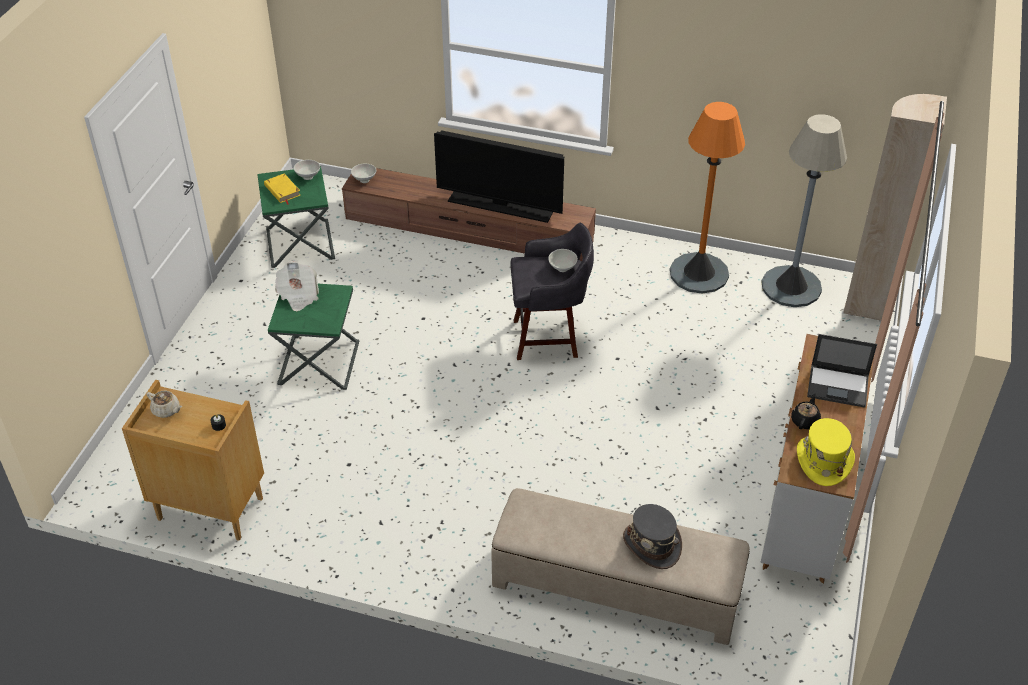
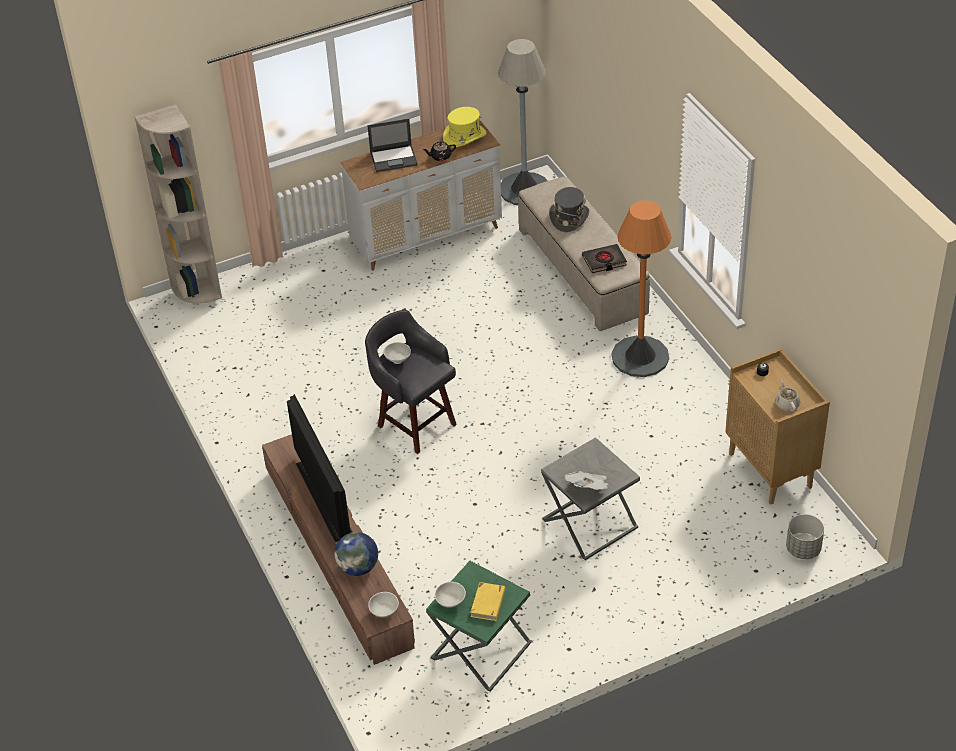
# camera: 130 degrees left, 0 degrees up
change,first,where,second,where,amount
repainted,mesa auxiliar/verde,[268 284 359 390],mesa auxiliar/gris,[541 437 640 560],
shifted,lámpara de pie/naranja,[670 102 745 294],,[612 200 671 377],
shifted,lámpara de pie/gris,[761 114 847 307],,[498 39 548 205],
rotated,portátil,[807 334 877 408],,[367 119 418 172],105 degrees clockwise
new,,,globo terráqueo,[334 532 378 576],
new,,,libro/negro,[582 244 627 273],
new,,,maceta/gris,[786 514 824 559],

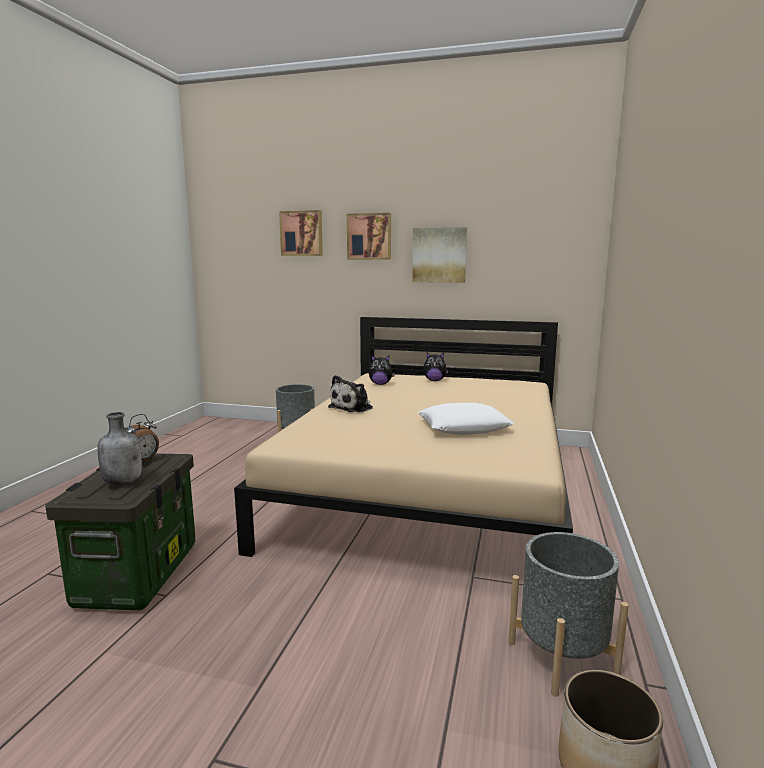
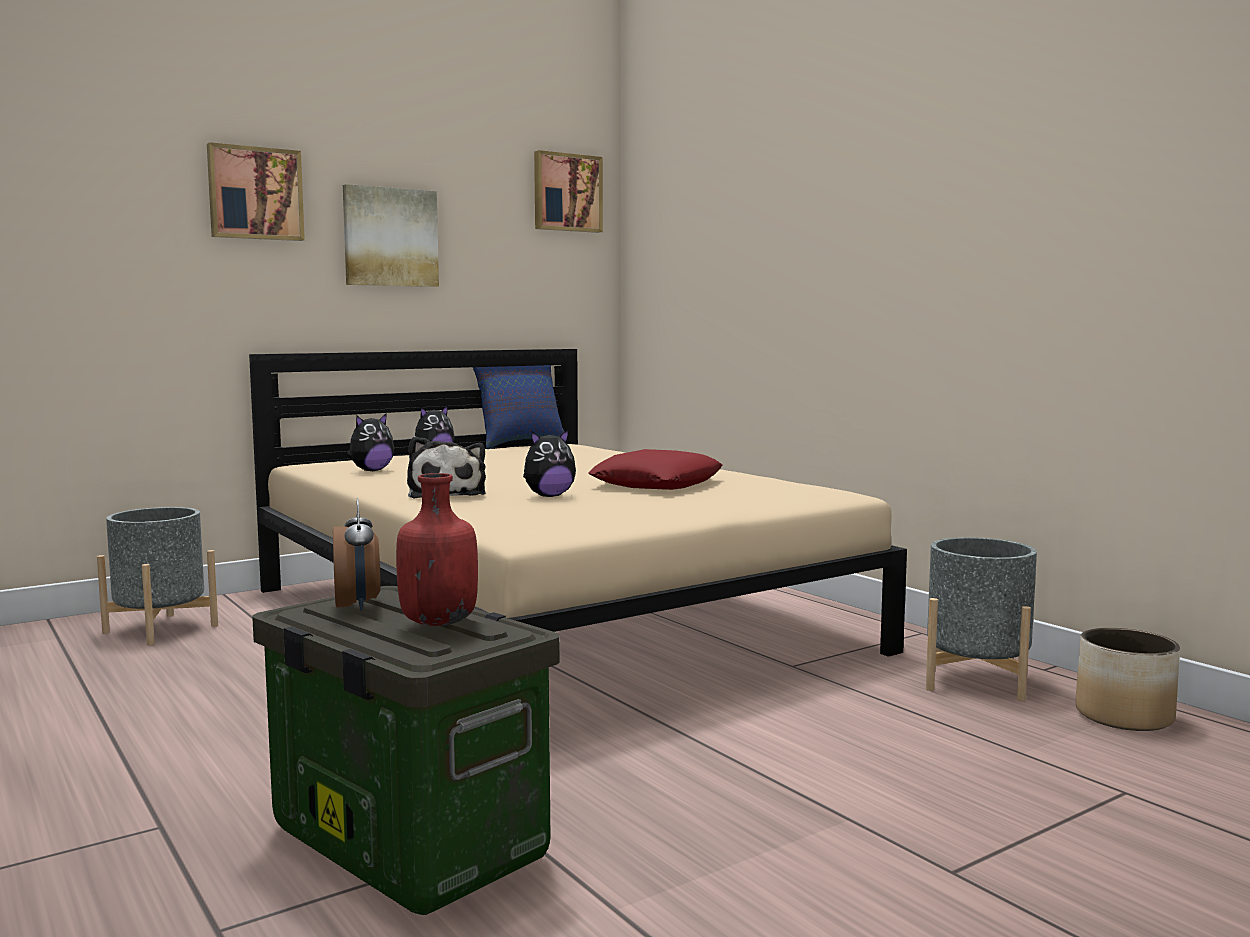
# camera: 50 degrees left, 5 degrees down
change,first,where,second,where,amount
repainted,botella/gris,[97 412 142 485],botella/rojo,[396 473 478 626],
shifted,cuadro,[279 210 323 256],,[534 150 603 233],
repainted,cojín/blanco,[418 403 514 435],cojín/rojo,[588 449 723 490],
new,,,cojín/azul,[473 365 568 449],
new,,,peluche,[523 430 576 497],

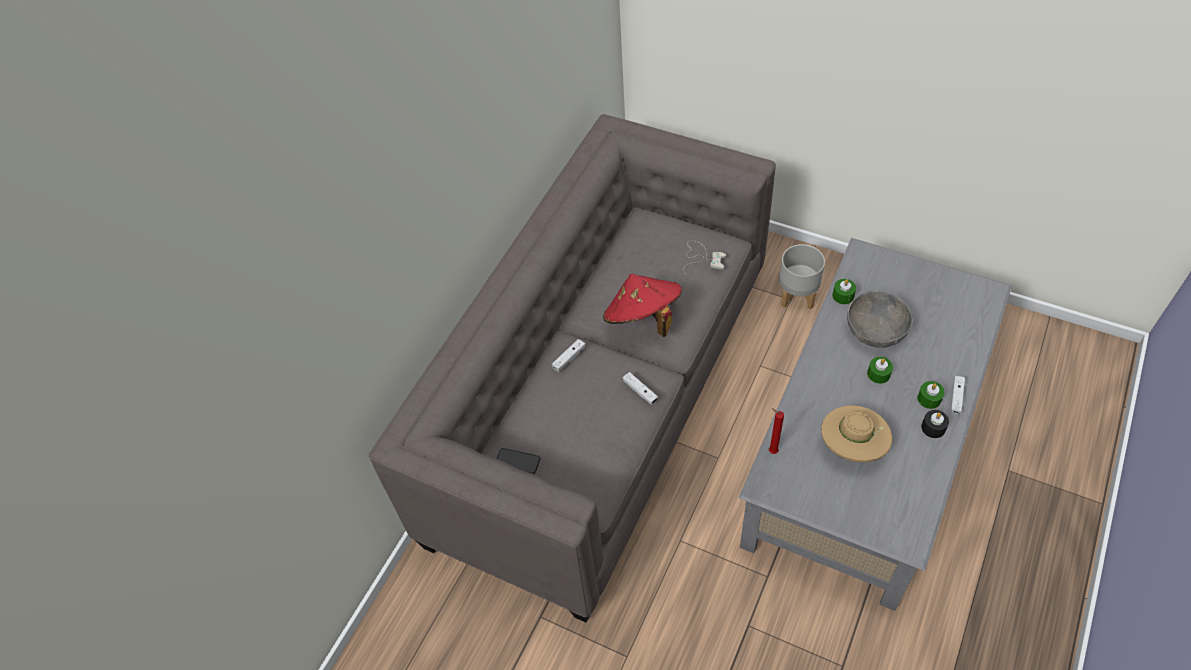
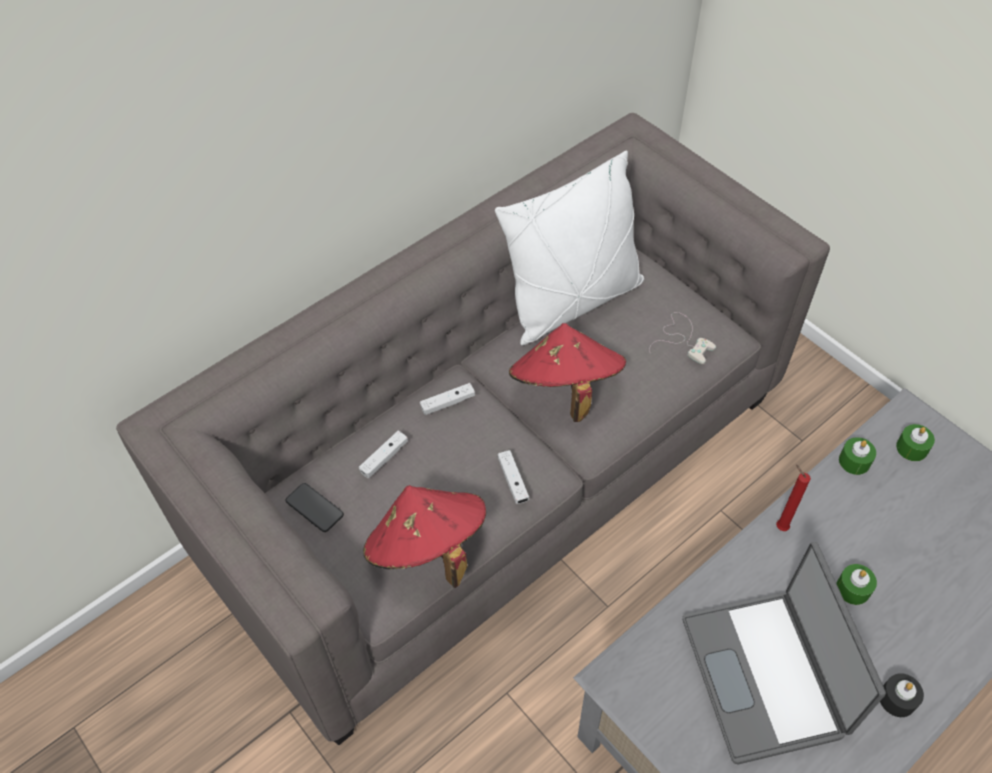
# camera: 20 degrees right, 0 degrees up
change,first,where,second,where,amount
shifted,vela/rojo,[769 408 784 454],,[776 465 811 531],
gone,maceta/gris,[779 244 825 309],,,
swapped,sombrero/beis,[821 405 892 462],portátil,[682 542 886 764],
gone,cuenco/gris,[847 291 913 348],,,
shifted,vela/verde,[917 381 945 409],,[896 424 935 461],
shifted,mando de consola/blanco,[950 376 965 415],,[359 431 408 478],
new,,,sombrero/rojo,[363 485 486 588],
new,,,cojín/blanco,[495 151 644 345],

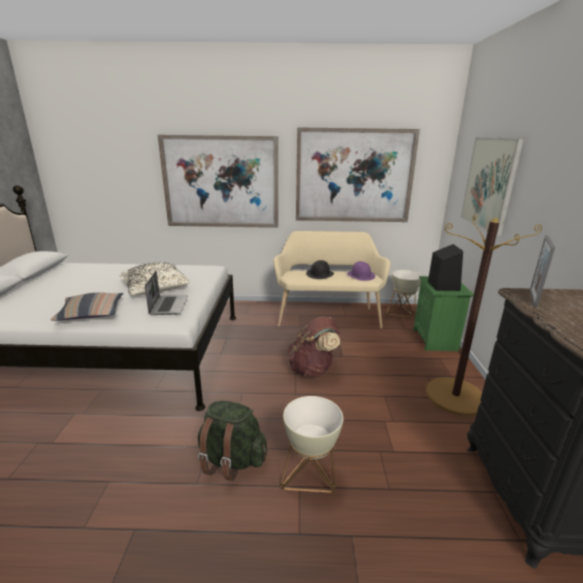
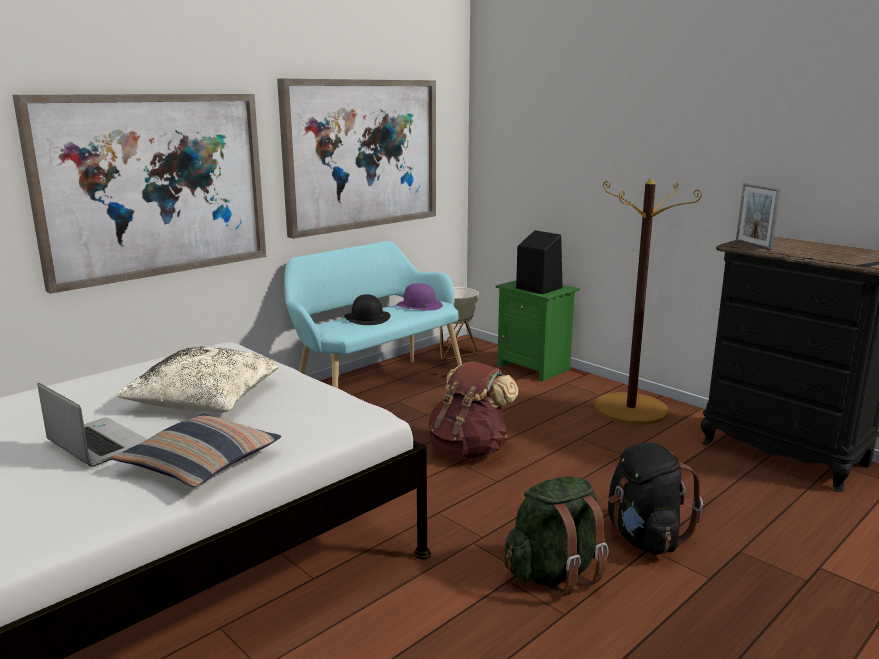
# camera: 45 degrees left, 5 degrees down
change,first,where,second,where,amount
shifted,portátil,[145 271 188 315],,[37 383 147 467],
repainted,banco/beis,[273 231 390 329],banco/turquesa,[284 241 462 388],
swapped,maceta,[281 396 343 493],mochila/negro,[608 443 703 555],
gone,cuadro,[461 137 524 236],,,

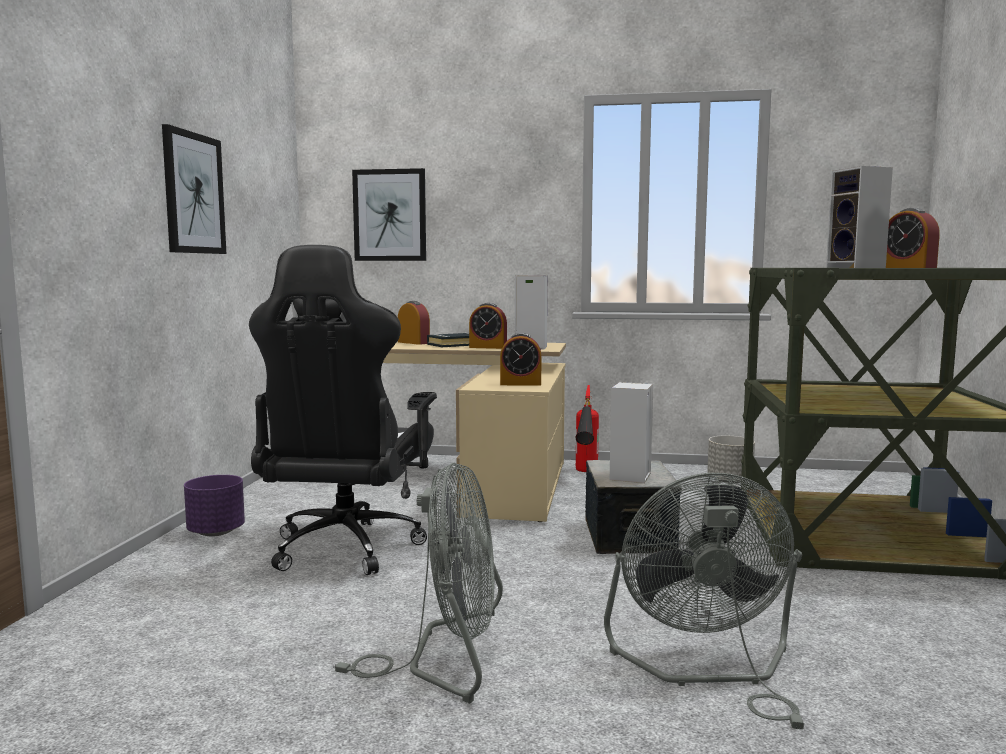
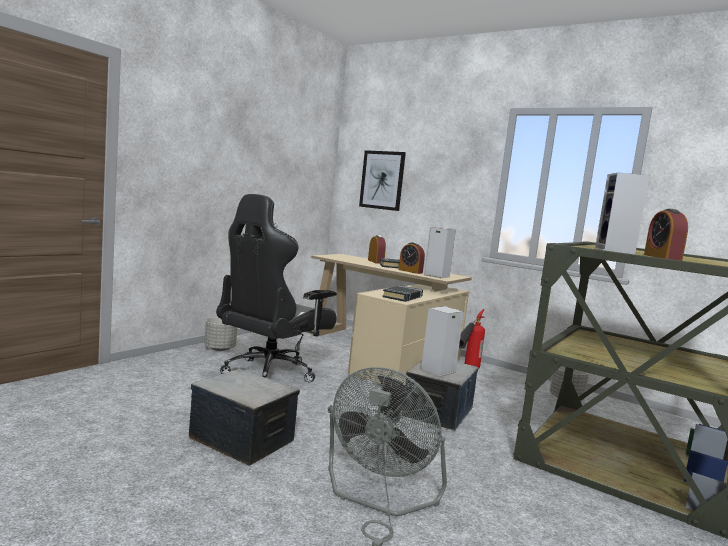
# camera: 25 degrees right, 0 degrees up
change,first,where,second,where,amount
gone,cuadro,[162 124 226 254],,,
repainted,maceta/morado,[184 475 245 536],maceta/gris,[204 317 237 351],
swapped,ventilador/gris,[333 463 503 704],caja de almacenaje,[189 369 300 466],
swapped,despertador,[500 333 541 386],libro/negro,[382 285 423 302],

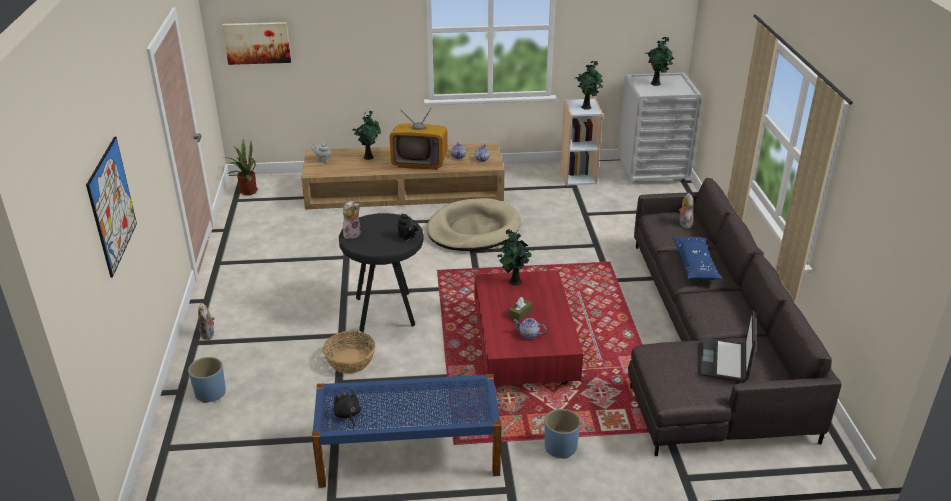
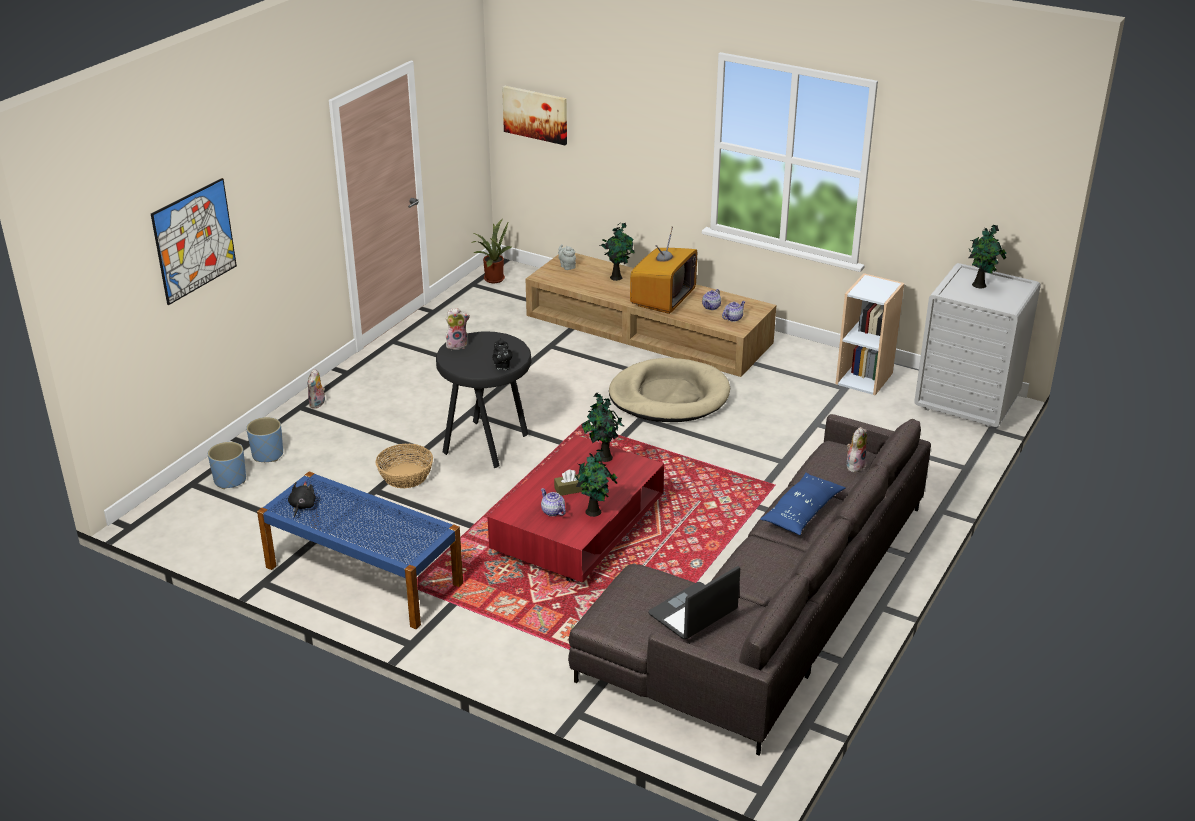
# camera: 35 degrees right, 0 degrees up
change,first,where,second,where,amount
rotated,televisor,[389 108 448 170],,[630 226 697 314],105 degrees counterclockwise
shifted,maceta/azul,[544 409 581 459],,[208 442 246 489],
shifted,planta en maceta,[576 61 603 110],,[575 450 617 517],

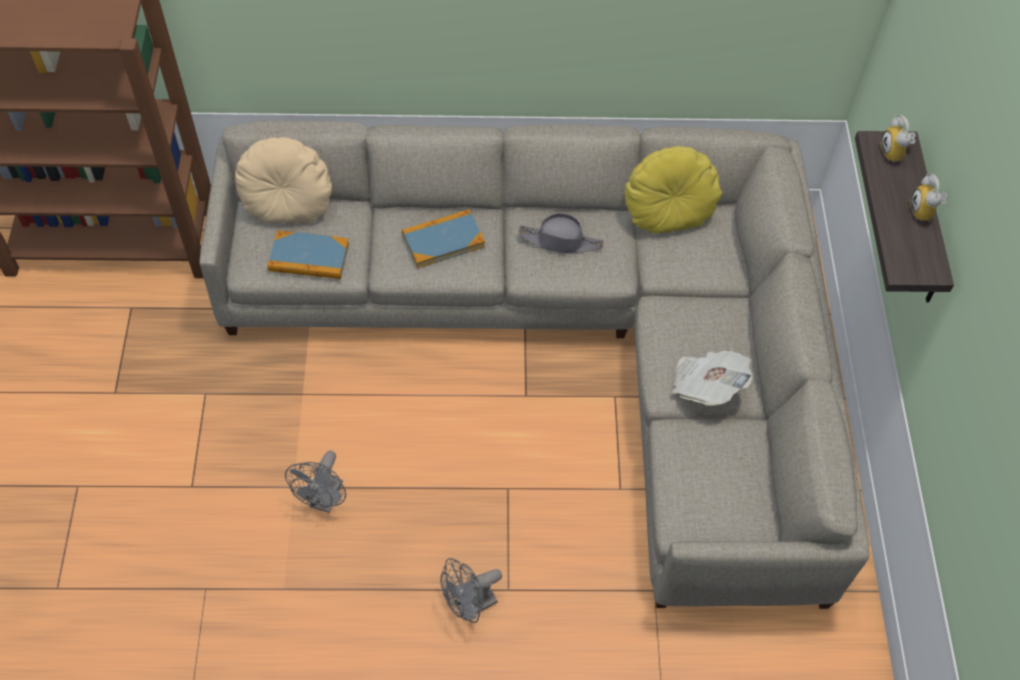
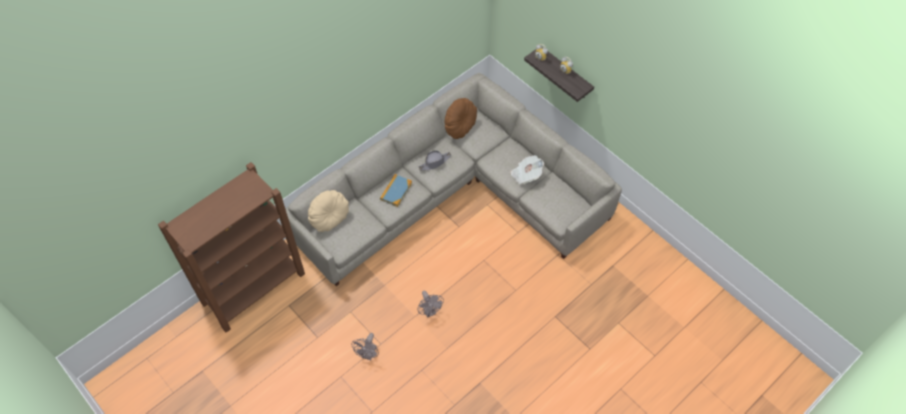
# camera: 40 degrees left, 0 degrees up
change,first,where,second,where,amount
gone,libro,[267 230 349 279],,,
shifted,ventilador/gris,[440 558 502 623],,[351 333 379 360],
repainted,cojín/amarillo,[625 146 722 234],cojín/marrón,[444 98 477 139],

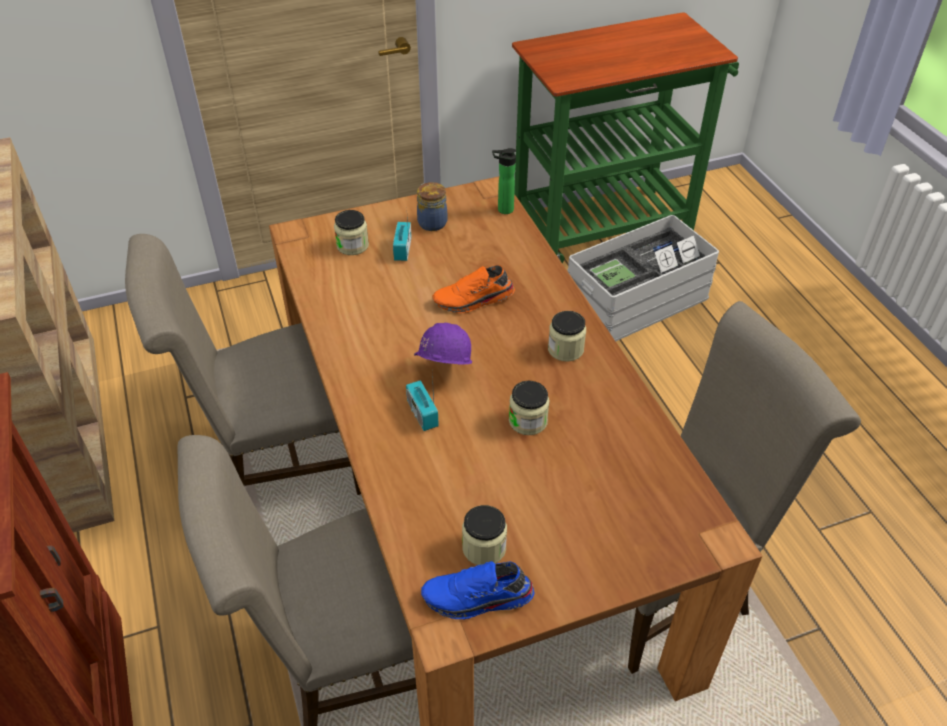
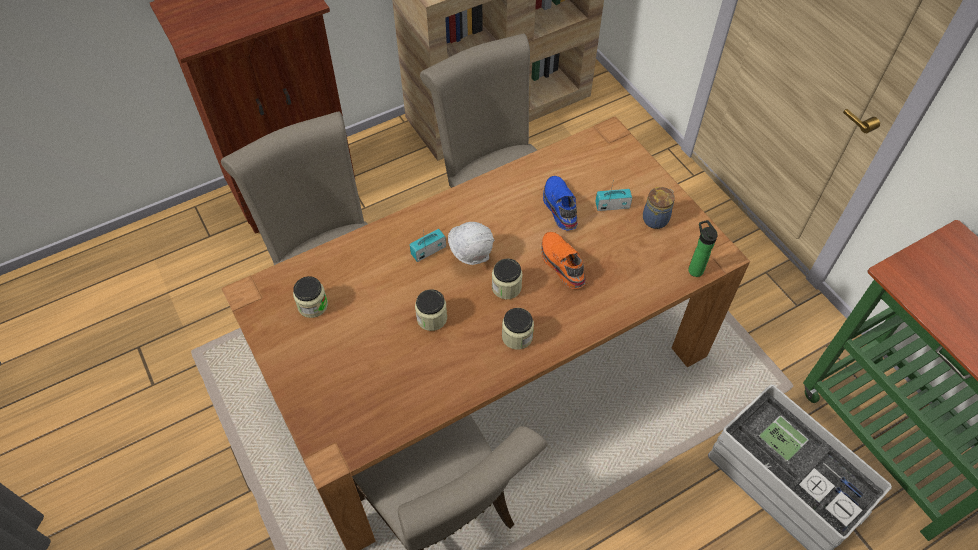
# camera: 80 degrees right, 10 degrees up
change,first,where,second,where,amount
shifted,tarro,[334 210 369 255],,[492 259 522 299],
repainted,casco/morado,[414 323 472 365],casco/blanco,[448 222 494 265],
shifted,zapato/azul,[421 561 535 619],,[543 176 578 231],

